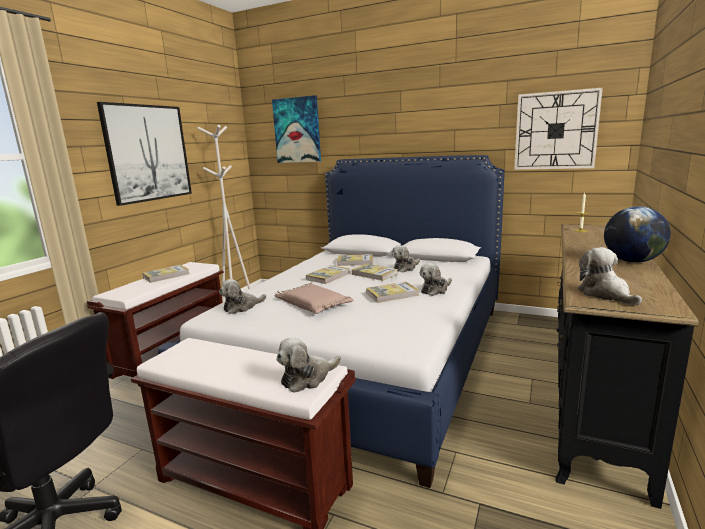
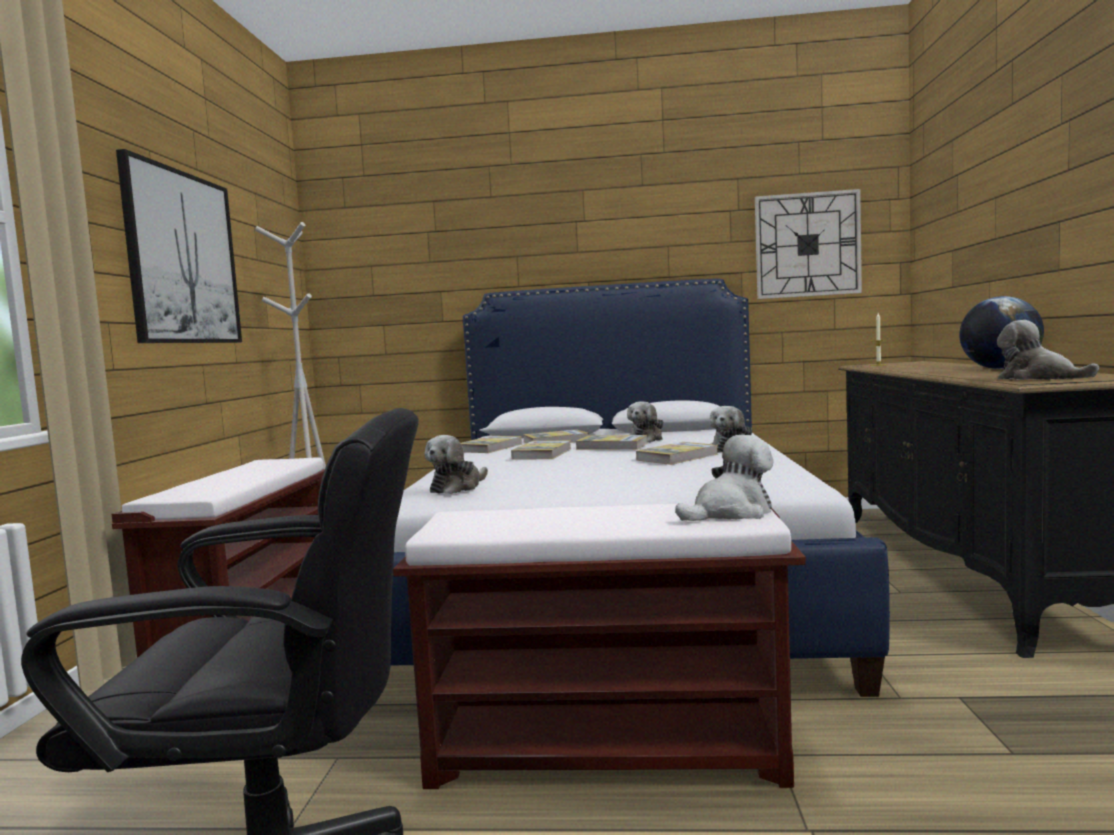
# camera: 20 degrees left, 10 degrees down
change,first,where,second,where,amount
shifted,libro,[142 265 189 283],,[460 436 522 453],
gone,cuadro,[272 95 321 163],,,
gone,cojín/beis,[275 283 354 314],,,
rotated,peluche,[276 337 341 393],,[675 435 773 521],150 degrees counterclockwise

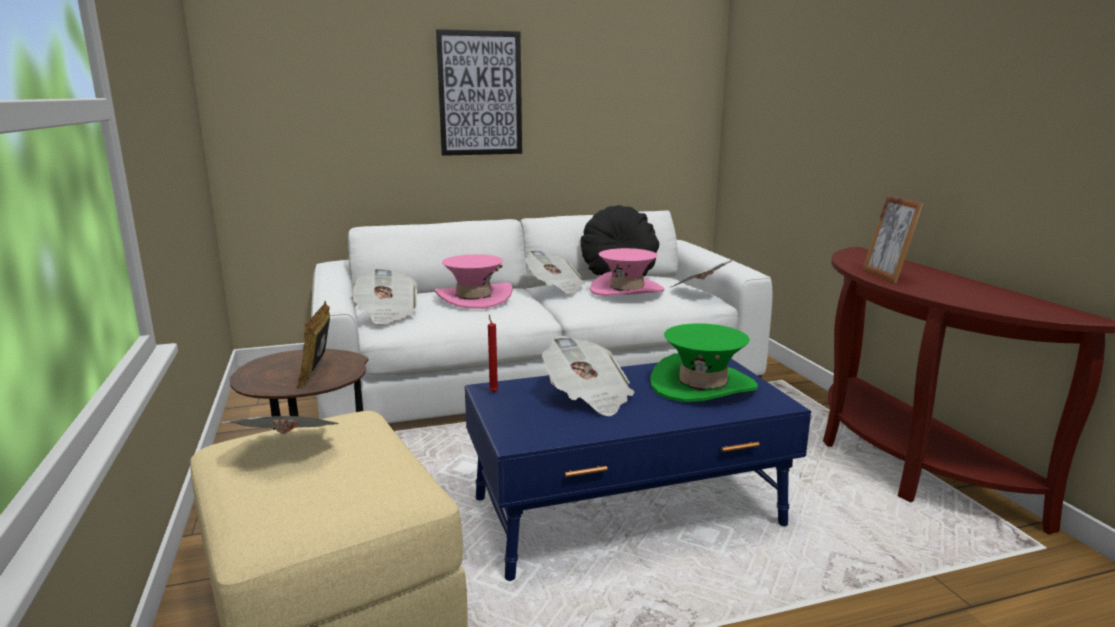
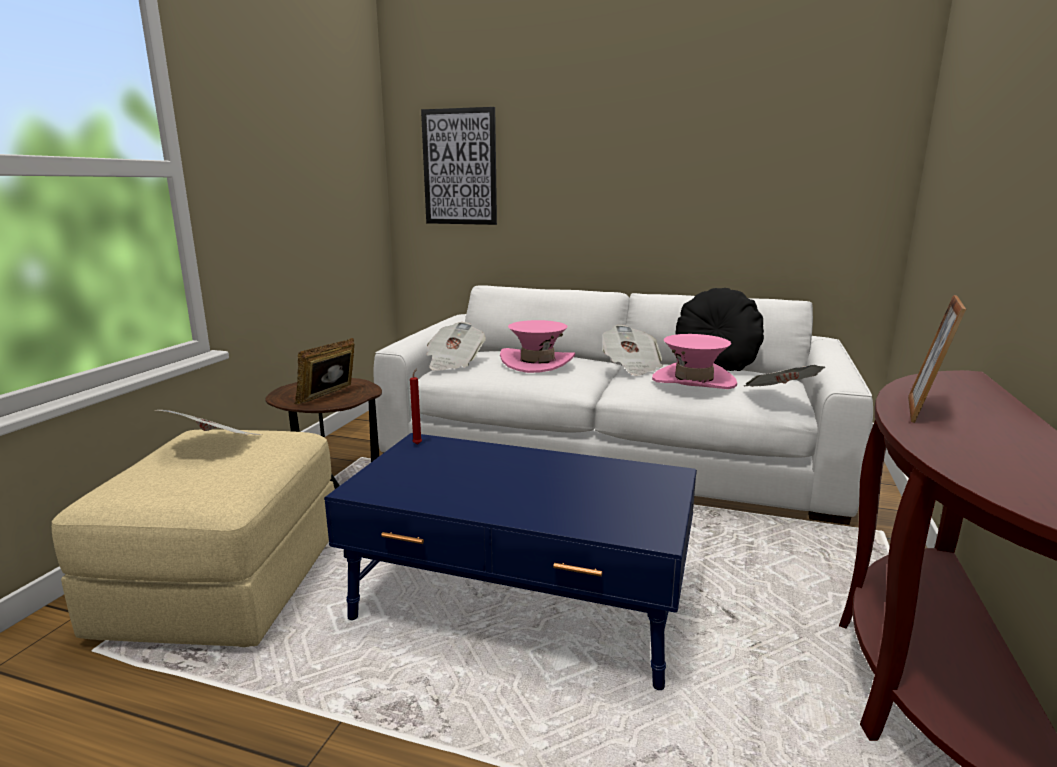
# camera: 35 degrees right, 0 degrees up
change,first,where,second,where,amount
shifted,cuadro,[436 29 522 156],,[421 107 497 225],
gone,periódico,[542 336 635 416],,,
gone,sombrero/verde,[650 323 758 402],,,

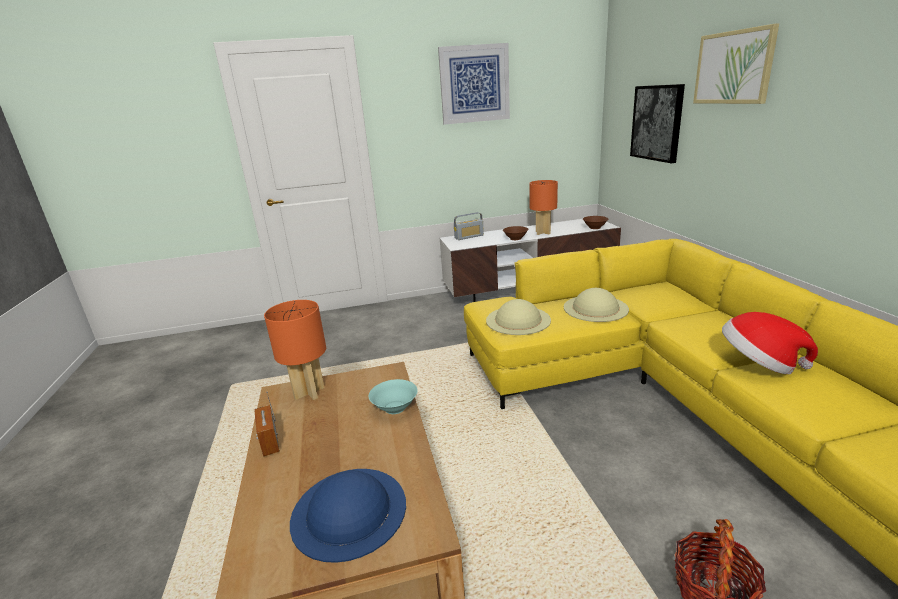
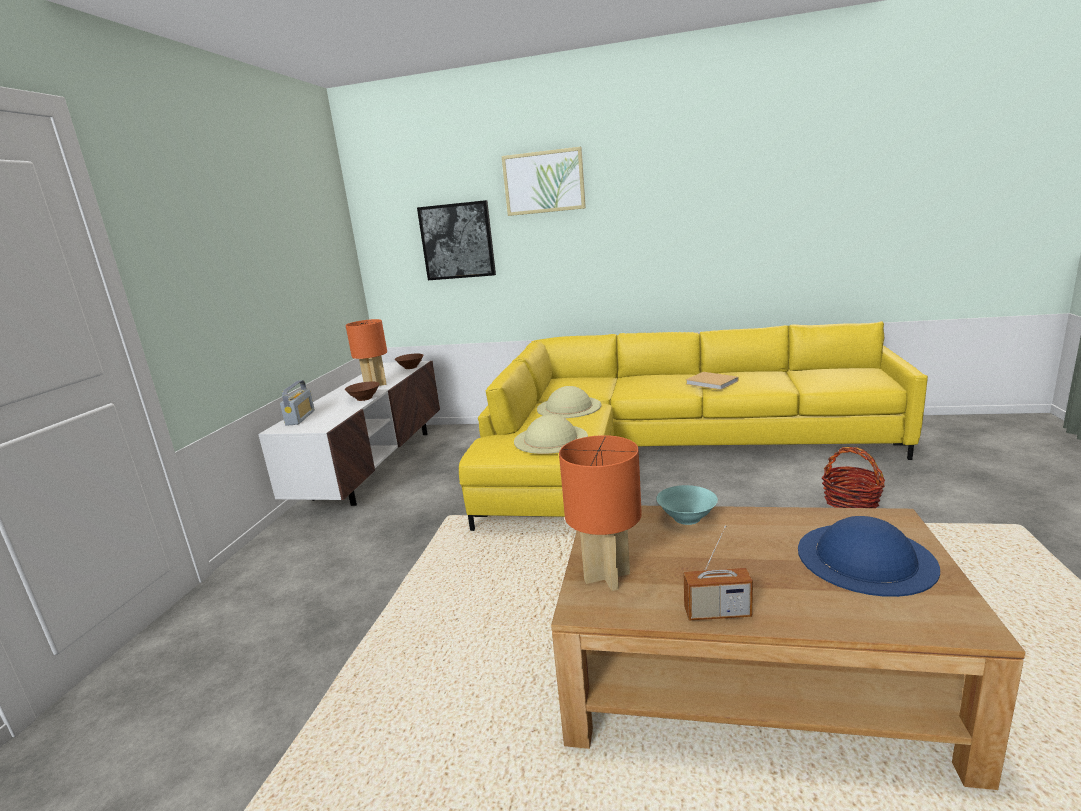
# camera: 65 degrees left, 5 degrees down
change,first,where,second,where,amount
gone,cuadro,[438 43 510 125],,,
swapped,sombrero,[722 312 818 374],libro/beis,[686 372 738 390],

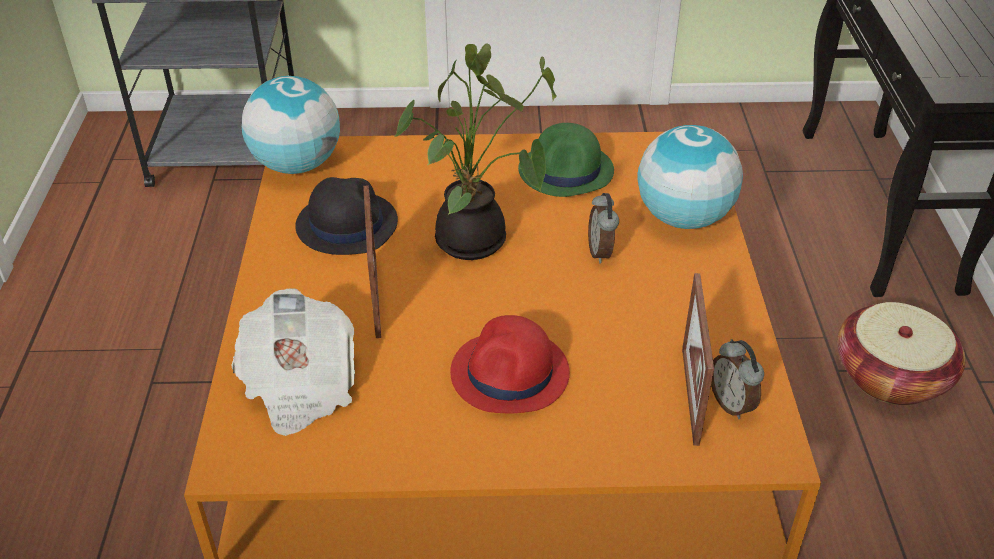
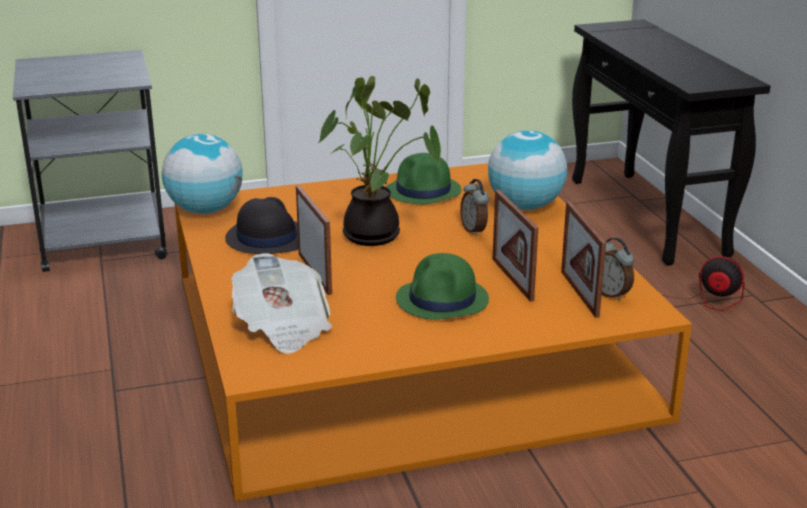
# camera: 15 degrees left, 15 degrees down
change,first,where,second,where,amount
repainted,sombrero/rojo,[450 315 570 413],sombrero/verde,[396 253 489 320],
swapped,cesta,[837 302 966 405],ventilador,[663 256 744 341],
new,,,portarretratos,[493 190 538 302],

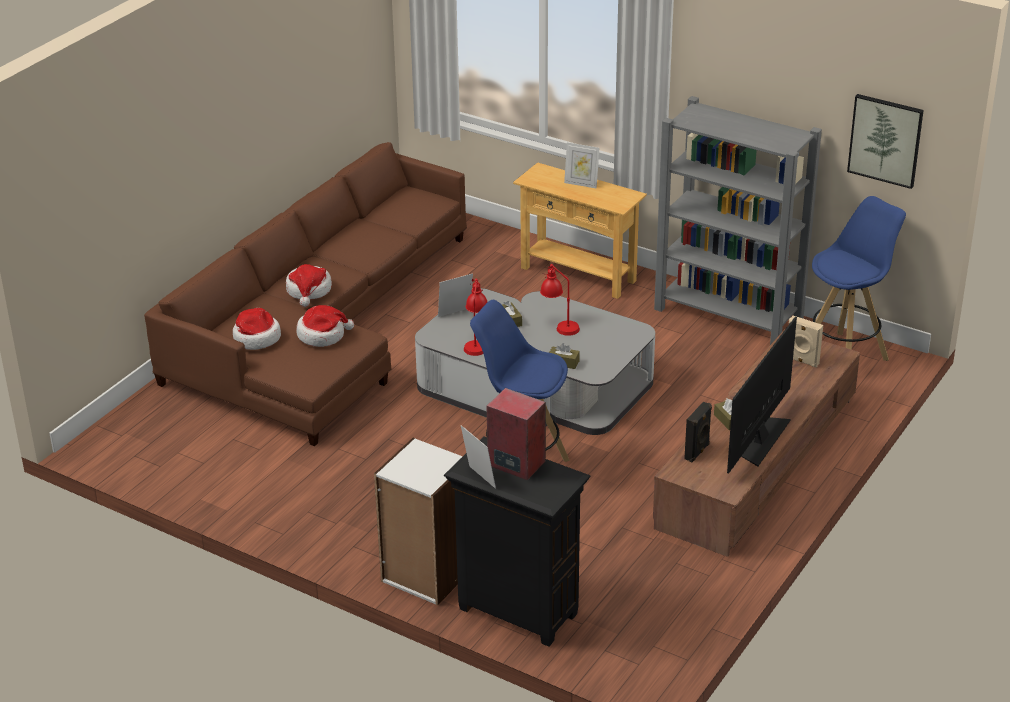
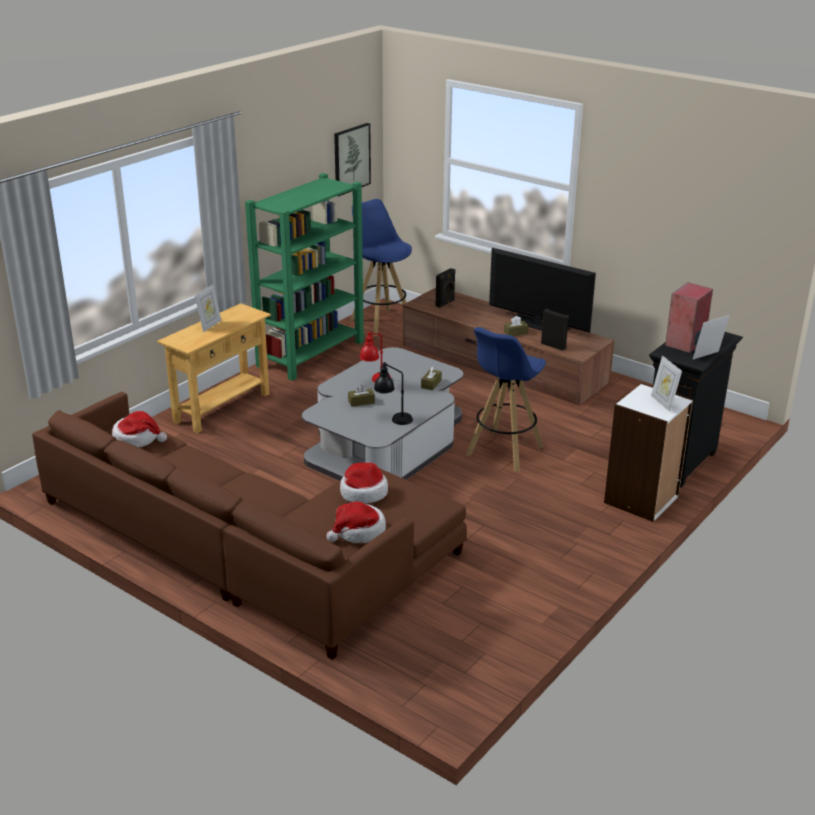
# camera: 85 degrees left, 5 degrees down
change,first,where,second,where,amount
shifted,sombrero,[286 264 332 307],,[112 411 167 447],
shifted,portarretratos,[438 273 473 317],,[651 356 682 412],
repainted,lámpara de mesa/rojo,[464 279 487 356],lámpara de mesa/negro,[374 362 413 425],
repainted,estantería/gris,[654 96 822 345],estantería/verde,[245 173 364 381],
repainted,altavoz/beis,[789 316 823 368],altavoz/negro,[436 268 456 308],

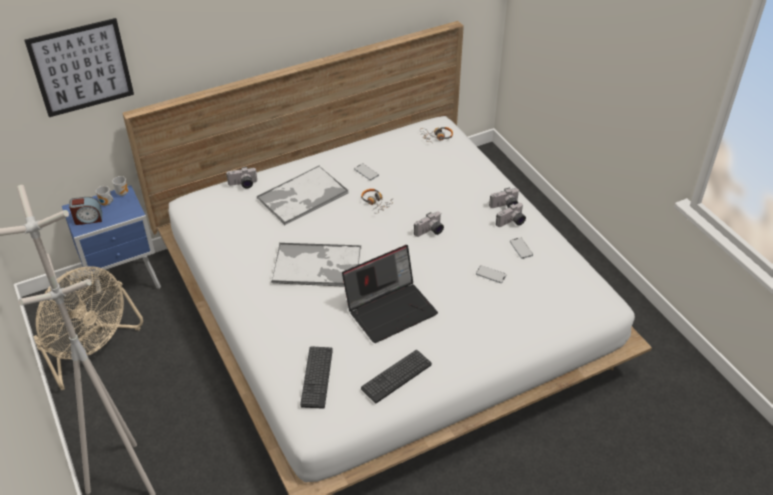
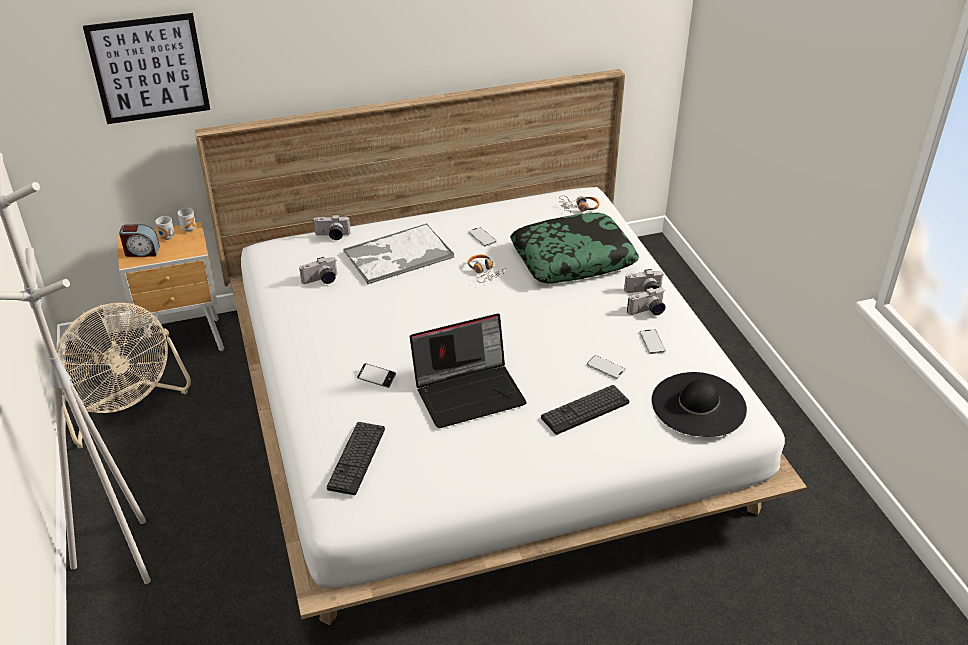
# camera: 10 degrees right, 5 degrees down
change,first,where,second,where,amount
repainted,mesita de noche/azul,[62 185 161 294],mesita de noche/marrón,[117 222 224 365],
gone,bandeja,[271 243 361 287],,,
shifted,teclado,[361 350 432 403],,[541 385 629 435],
shifted,cámara,[414 211 444 237],,[299 257 337 284],
new,,,móvil,[357 363 396 388],
new,,,cojín,[510 213 639 284],
new,,,sombrero/negro,[652 372 747 437],

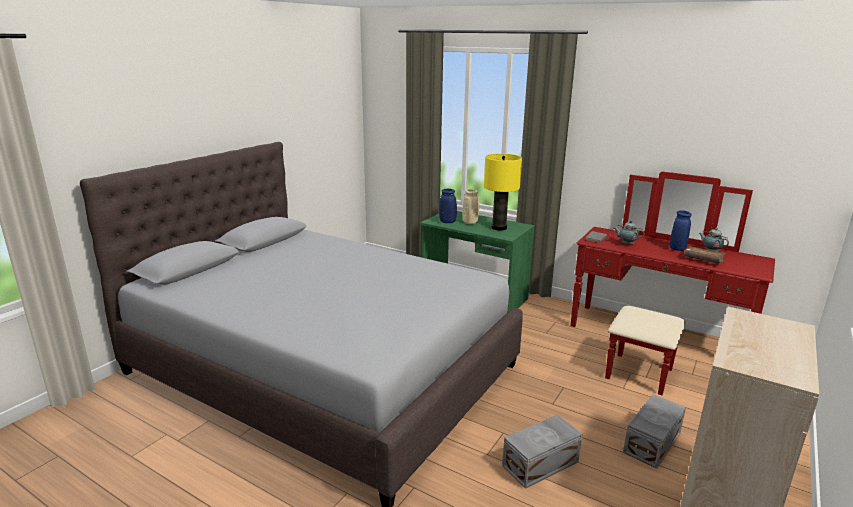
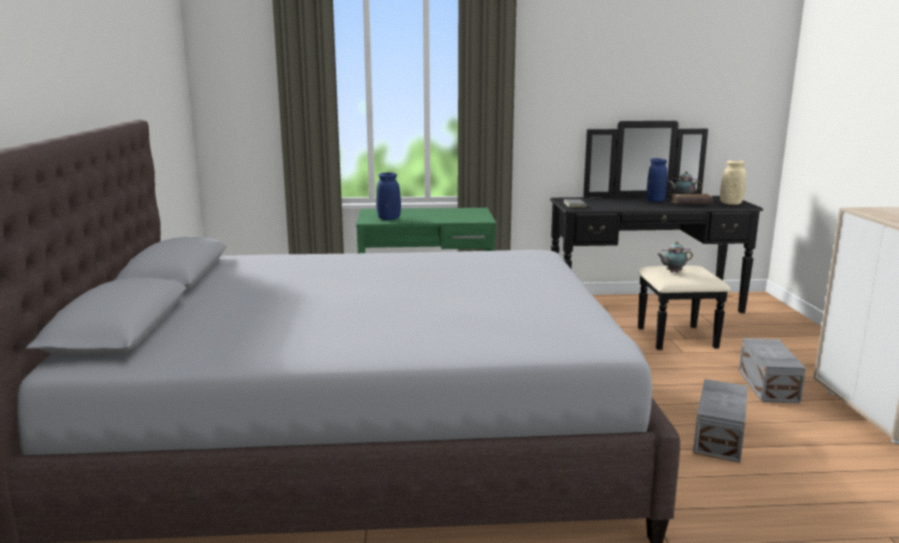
# camera: 35 degrees left, 5 degrees down
change,first,where,second,where,amount
shifted,florero/beis,[462 189 479 224],,[720 161 746 205],
gone,lámpara de mesa/amarillo,[484 153 522 230],,,
repainted,cómoda/rojo,[571 172 775 395],cómoda/negro,[550 121 763 350],
shifted,tetera,[614 221 645 245],,[657 241 693 273],

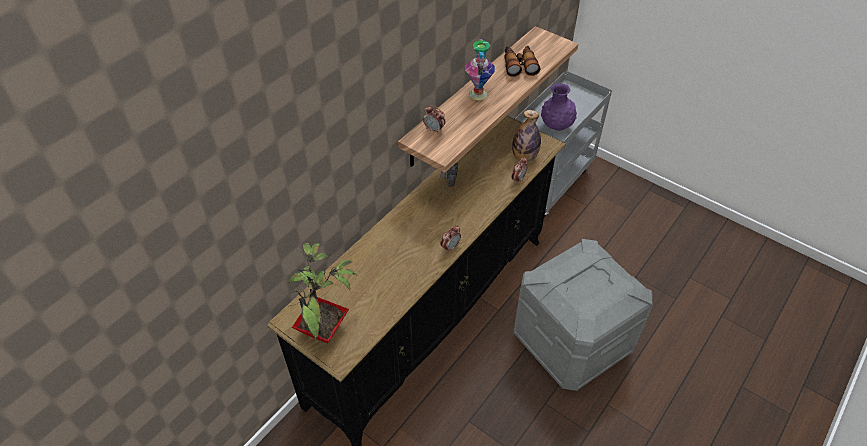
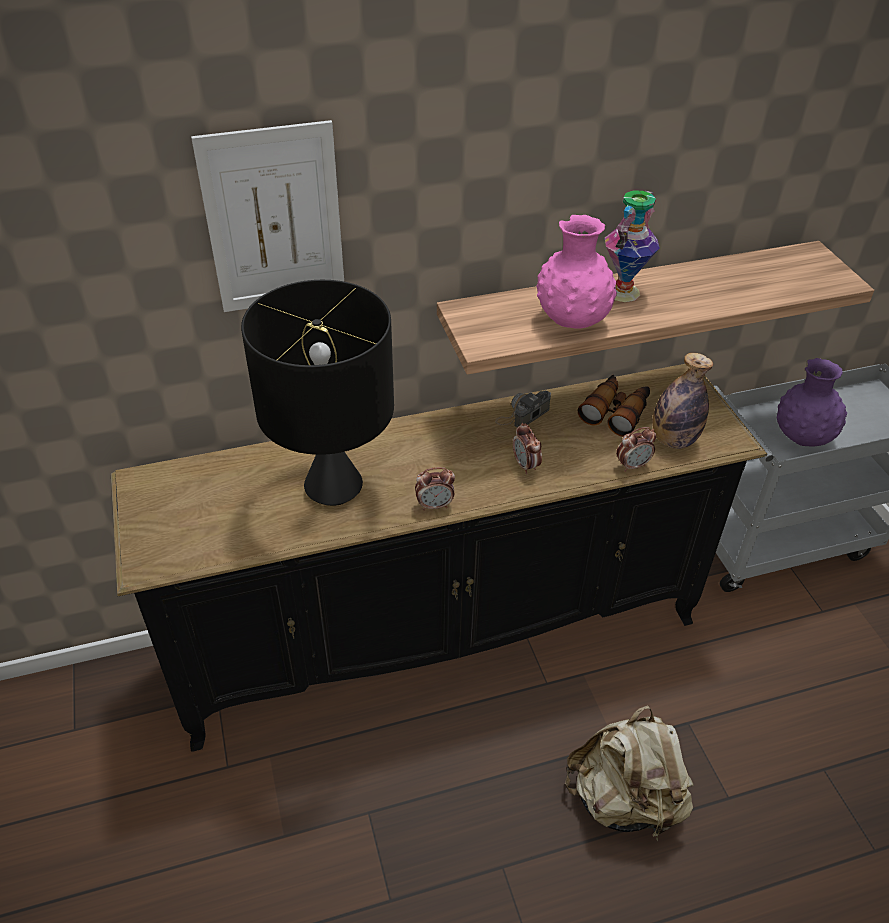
# camera: 35 degrees right, 5 degrees down
change,first,where,second,where,amount
gone,planta en maceta,[288 242 357 344],,,
shifted,despertador,[423 105 445 134],,[513 423 542 474],
shifted,prismáticos,[504 46 540 77],,[578 374 650 437],
swapped,caja de almacenaje/gris,[514 239 653 391],mochila/beis,[565 705 694 841],
new,,,cuadro,[191 120 344 312],
new,,,lámpara de mesa/negro,[241 280 394 506],
new,,,florero/rosa,[536 215 617 329],

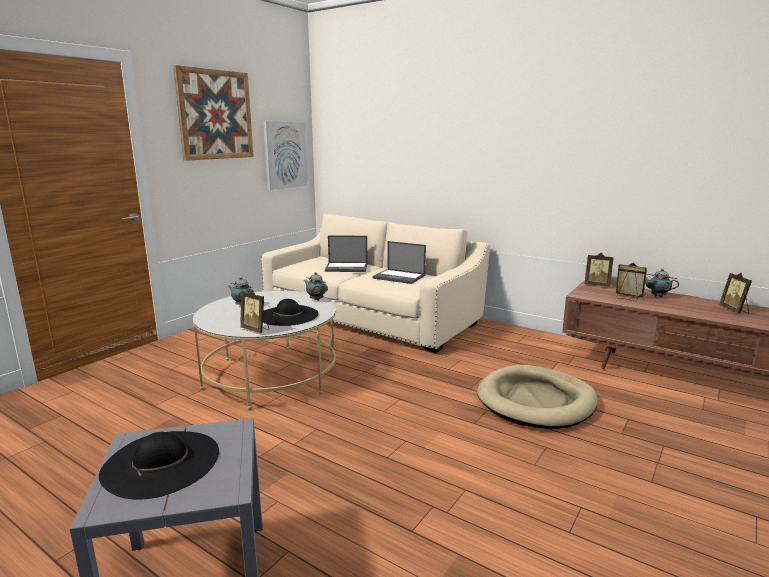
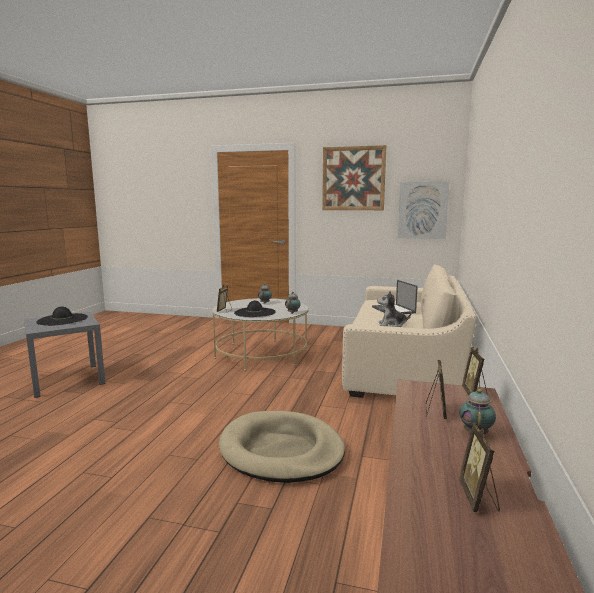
# camera: 70 degrees right, 5 degrees down
change,first,where,second,where,amount
swapped,portátil,[373 241 426 284],peluche,[377 291 412 327],
rotated,portarretratos,[719 273 752 313],,[459 422 500 512],60 degrees counterclockwise

